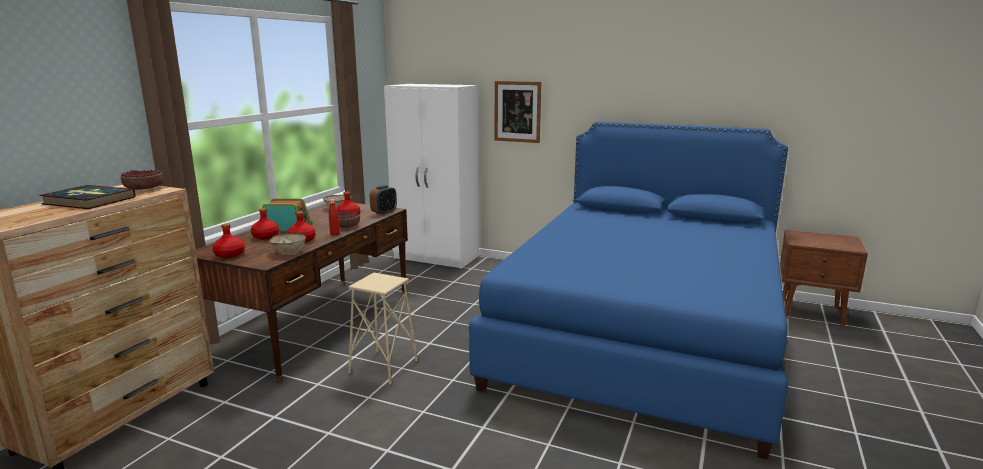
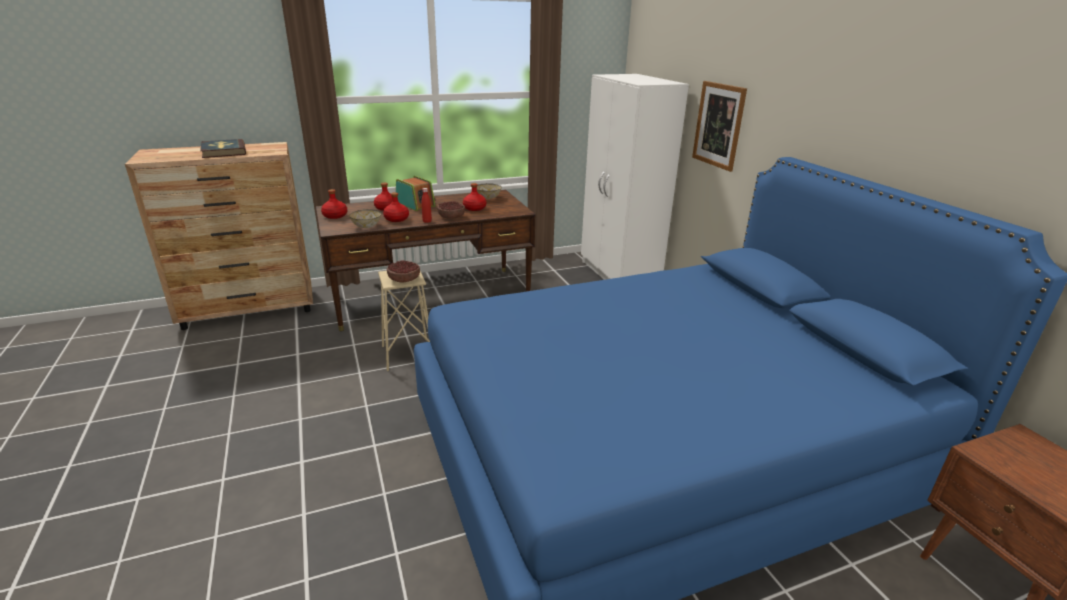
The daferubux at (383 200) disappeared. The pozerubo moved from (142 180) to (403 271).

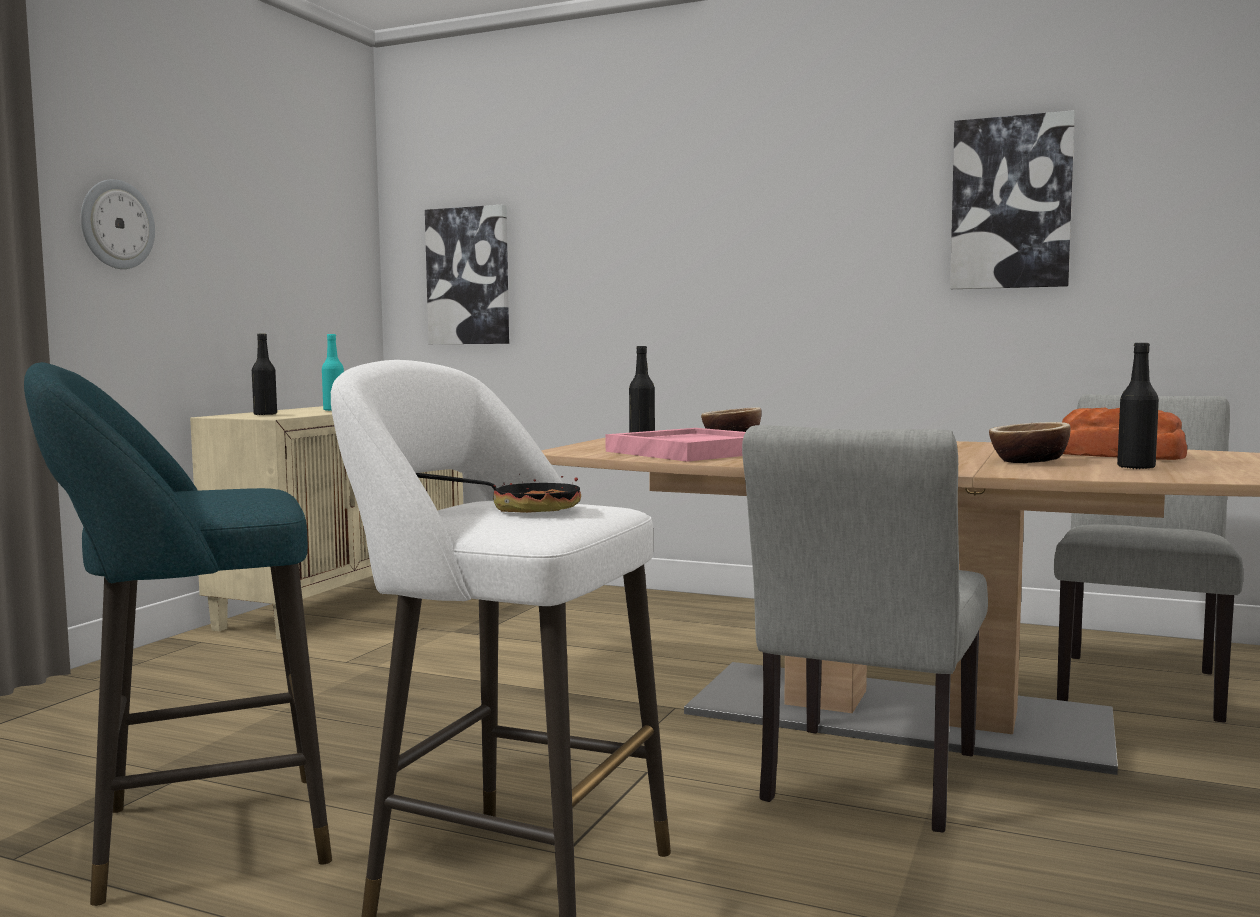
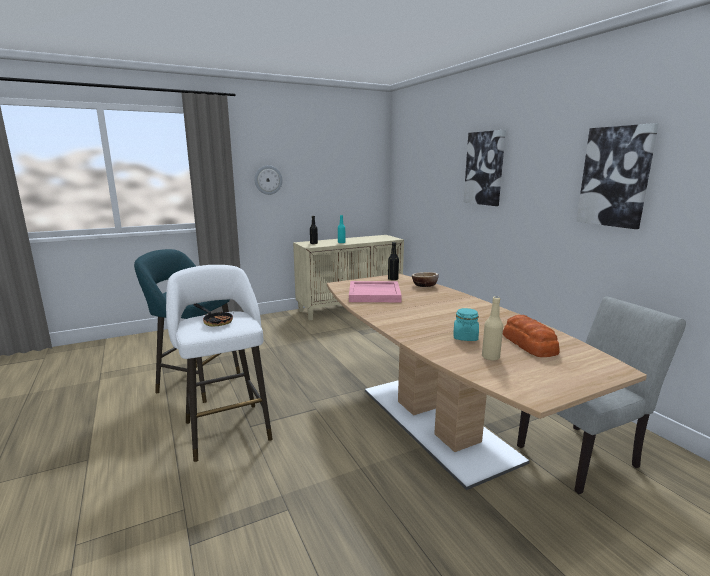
The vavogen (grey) at (865 628) disappeared. The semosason moved from (467 274) to (485 168). The pozerubo at (1030 442) was replaced by the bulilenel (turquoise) at (466 324). The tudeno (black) at (1138 406) became the tudeno (beige) at (492 328).

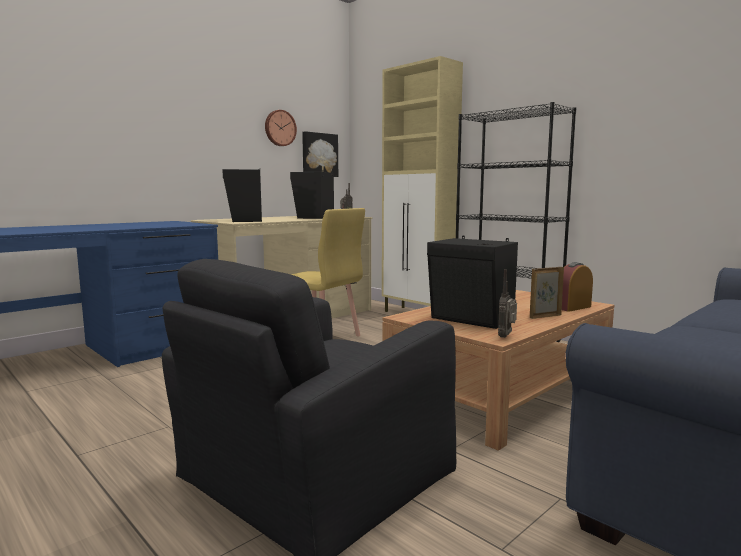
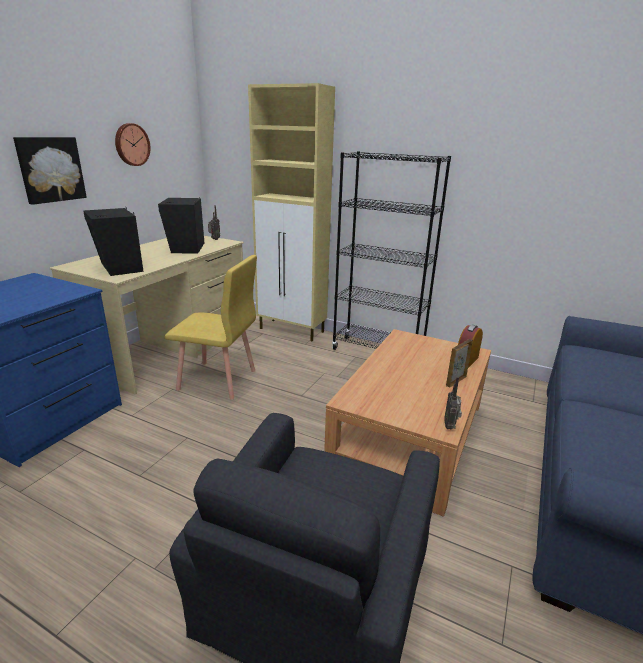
The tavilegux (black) at (472 282) disappeared. The semosason moved from (320 154) to (50 171).

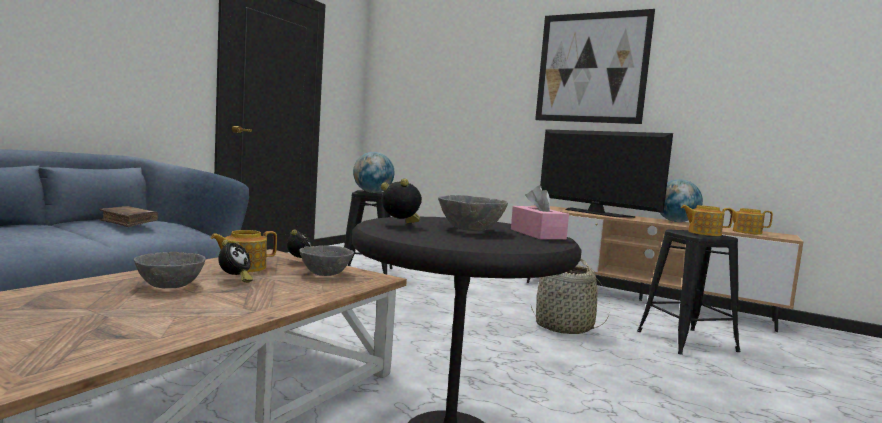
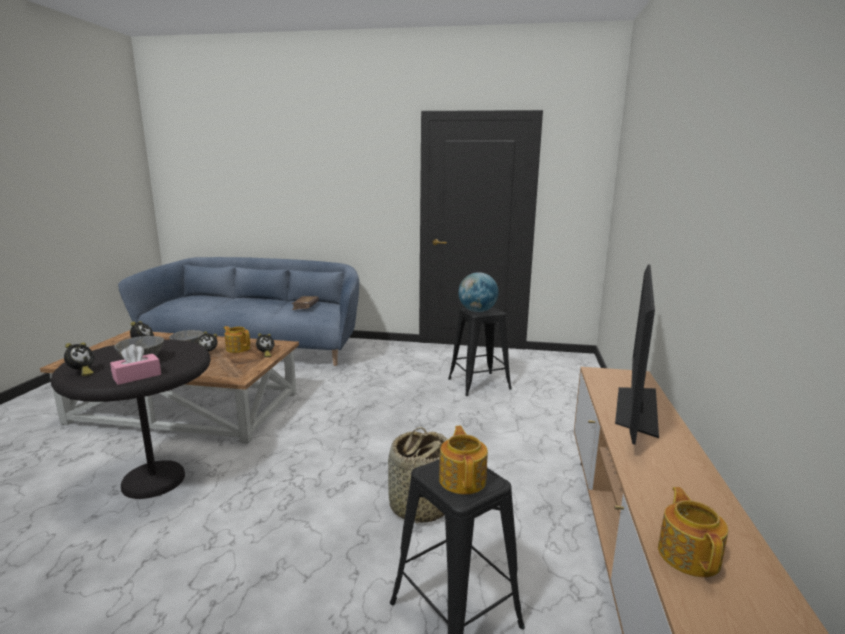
The pozerubo (grey) at (326 260) disappeared. The semosason at (595 66) disappeared. The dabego at (681 200) disappeared. The daferubux at (79 359) appeared.

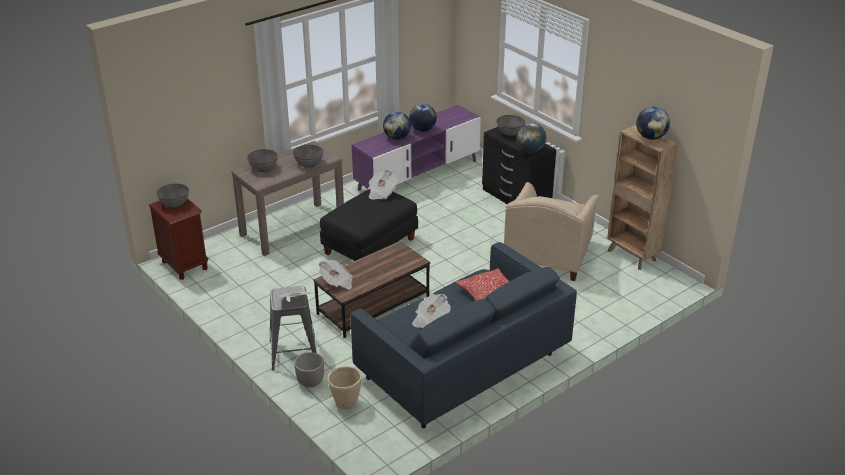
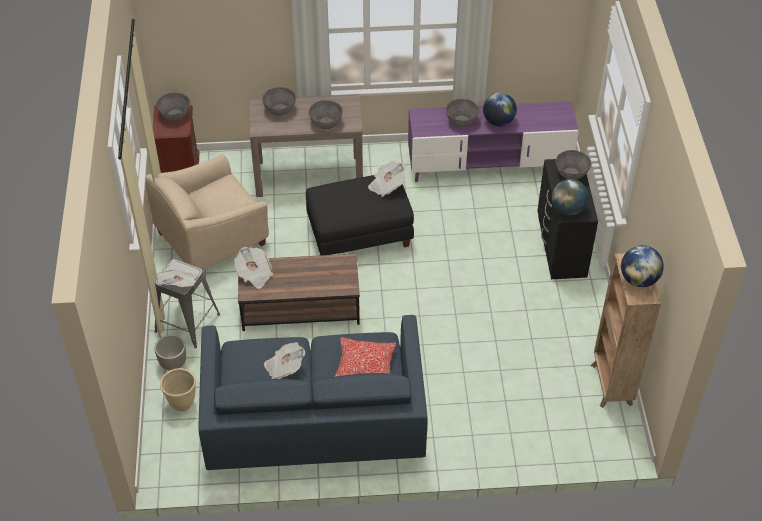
The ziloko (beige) moved from (551 231) to (207 212). The dabego at (397 126) was replaced by the pozerubo (grey) at (462 113).

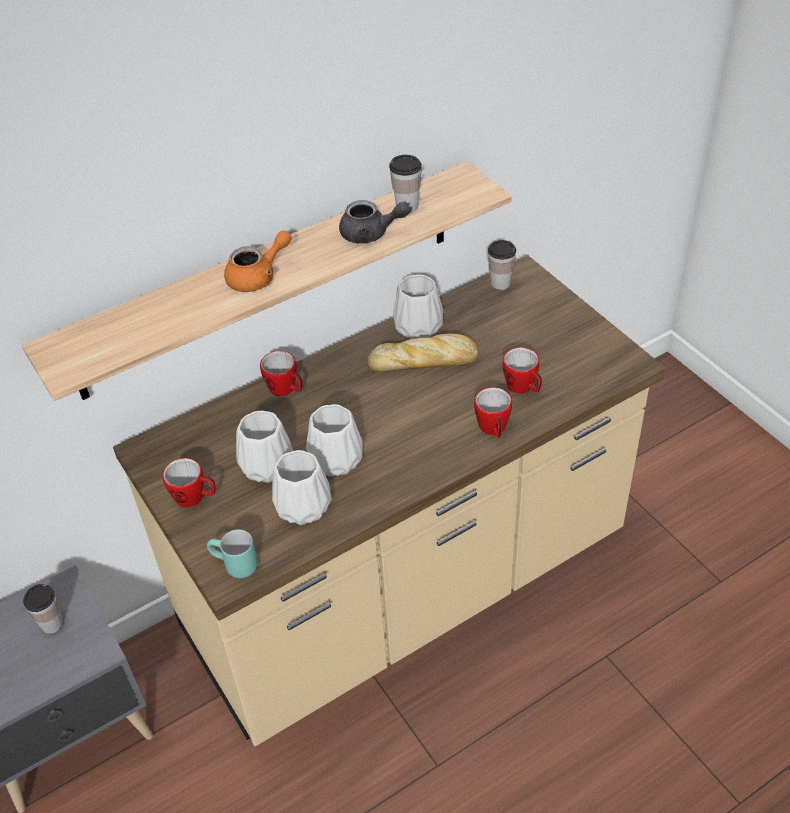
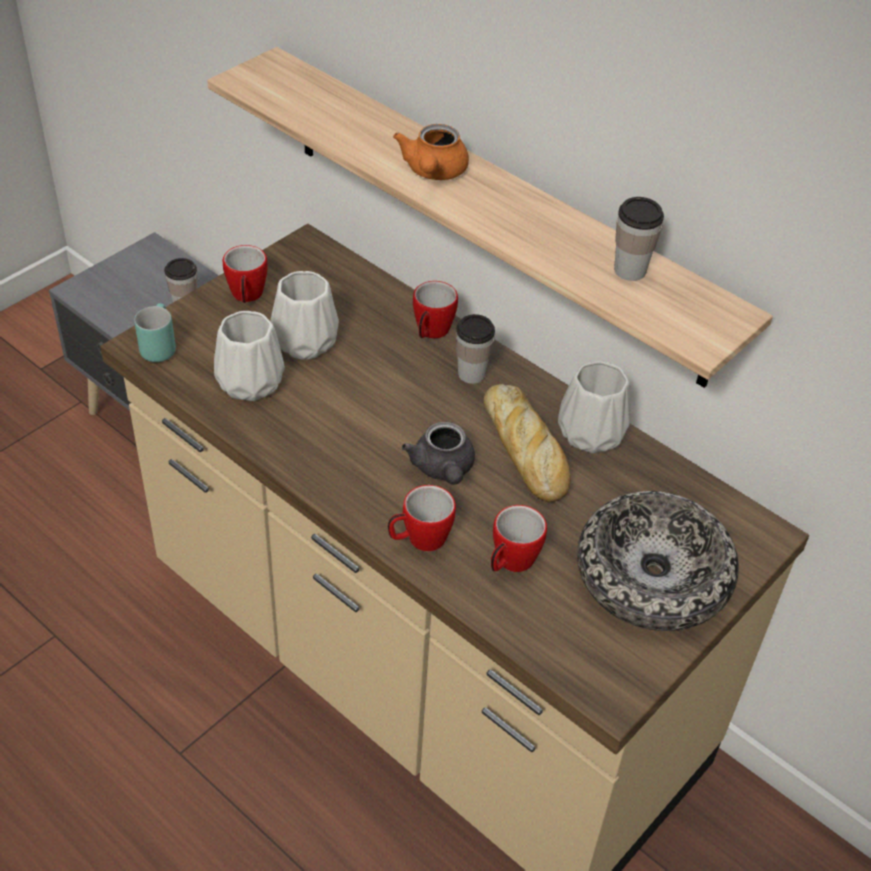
The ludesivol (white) at (334 440) disappeared. The pozerubo at (658 561) appeared. The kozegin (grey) moved from (375 221) to (438 453). The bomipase moved from (502 265) to (475 349). The kozegin (orange) at (258 261) turned 60 degrees clockwise.

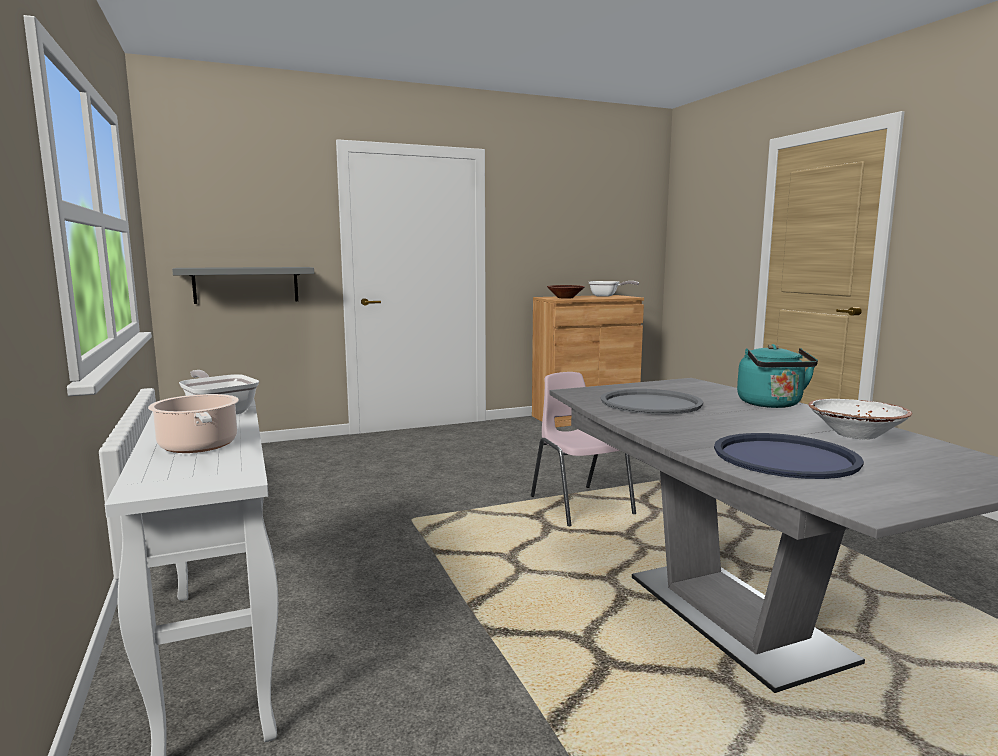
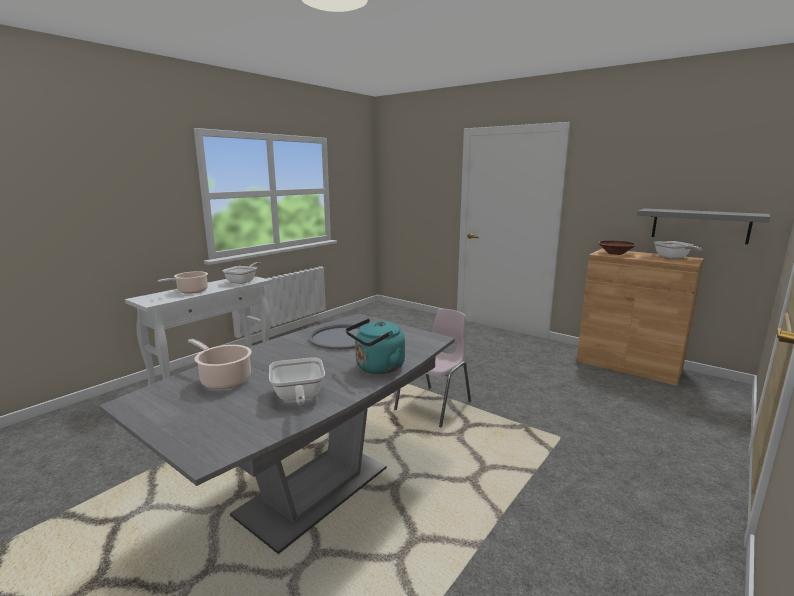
The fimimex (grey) moved from (243 285) to (703 226). The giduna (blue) at (789 456) was replaced by the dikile at (220 364). The pozerubo (white) at (860 419) was replaced by the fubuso at (297 381).

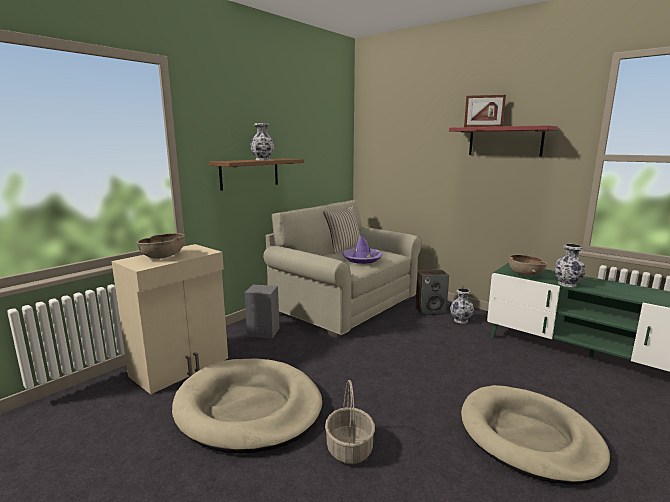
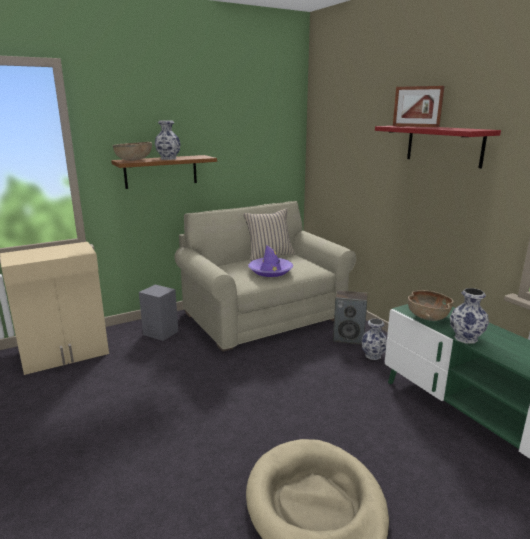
The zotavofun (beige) at (247 406) disappeared. The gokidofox at (350 422) disappeared. The pozerubo (brown) moved from (161 246) to (132 151).

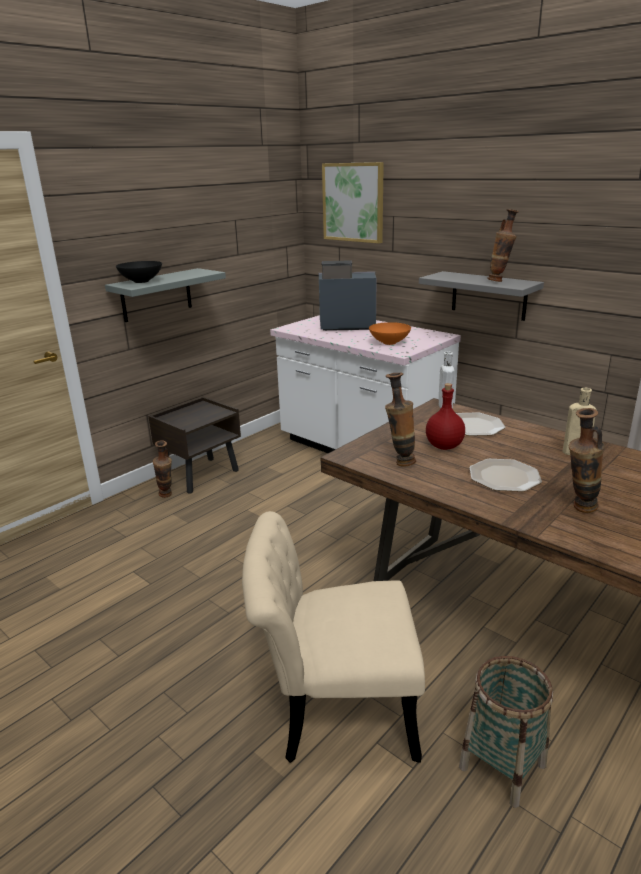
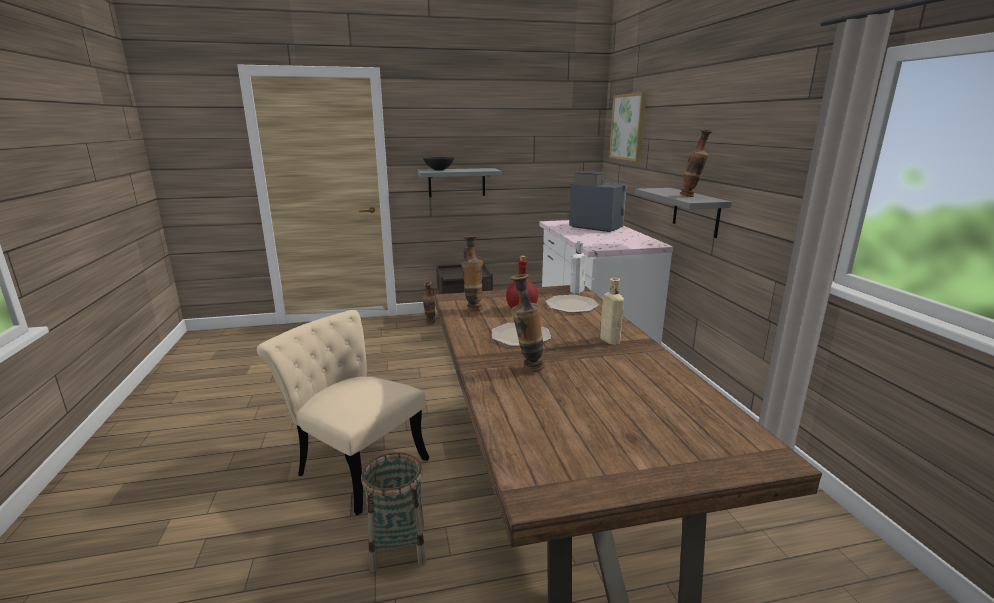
The pozerubo (orange) at (390 333) disappeared.

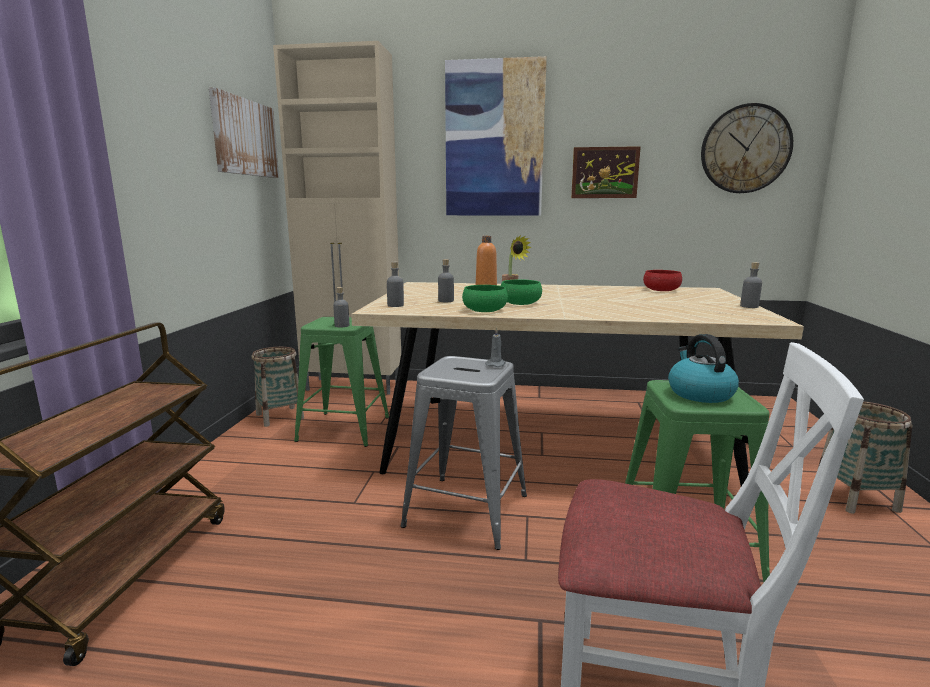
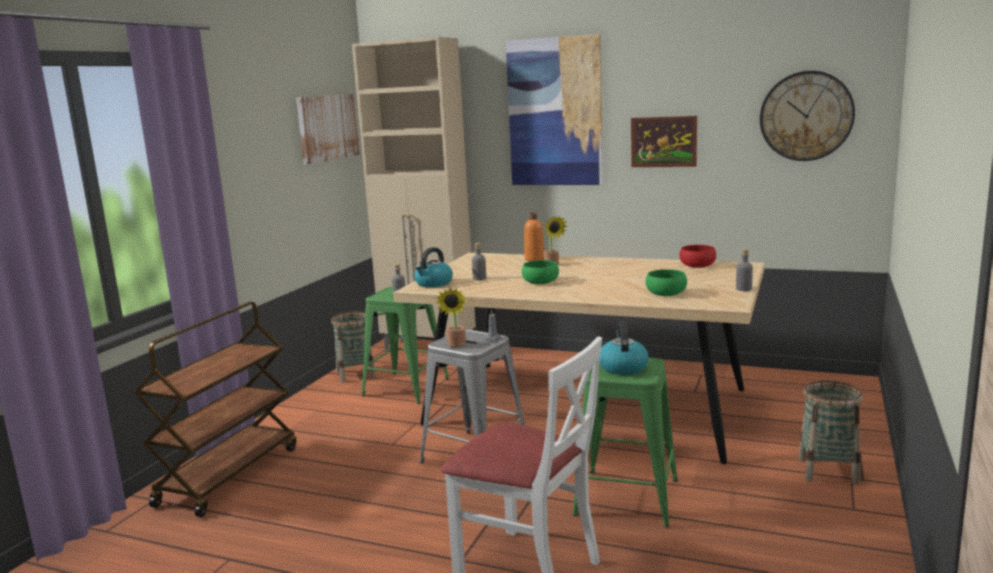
The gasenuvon at (450 317) appeared. The pozerubo (green) moved from (485 298) to (666 282). The tudeno (grey) at (395 284) was replaced by the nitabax at (433 267).

